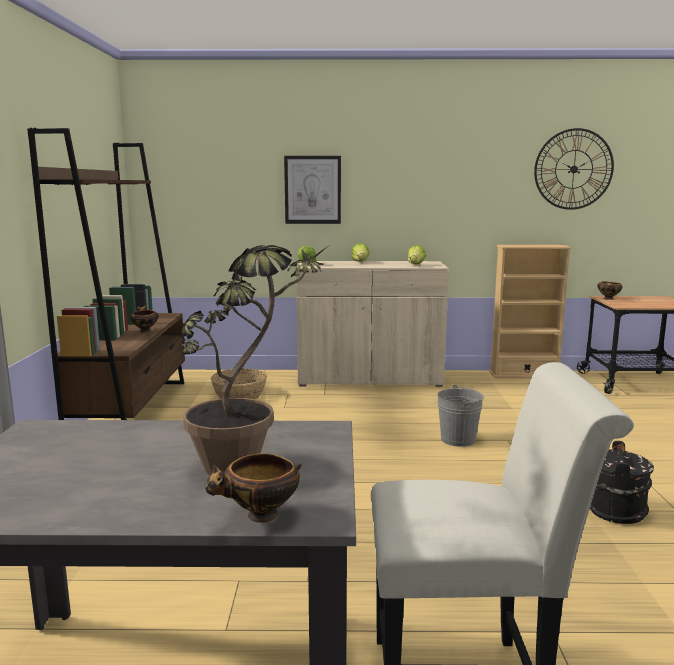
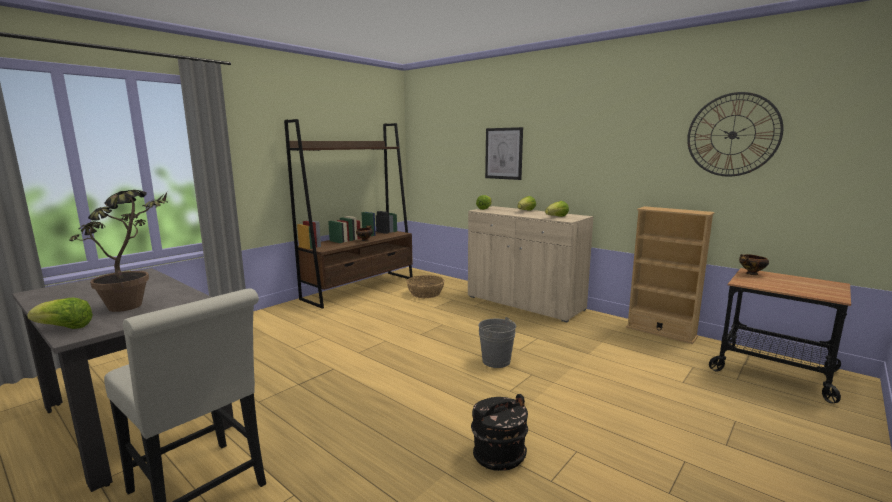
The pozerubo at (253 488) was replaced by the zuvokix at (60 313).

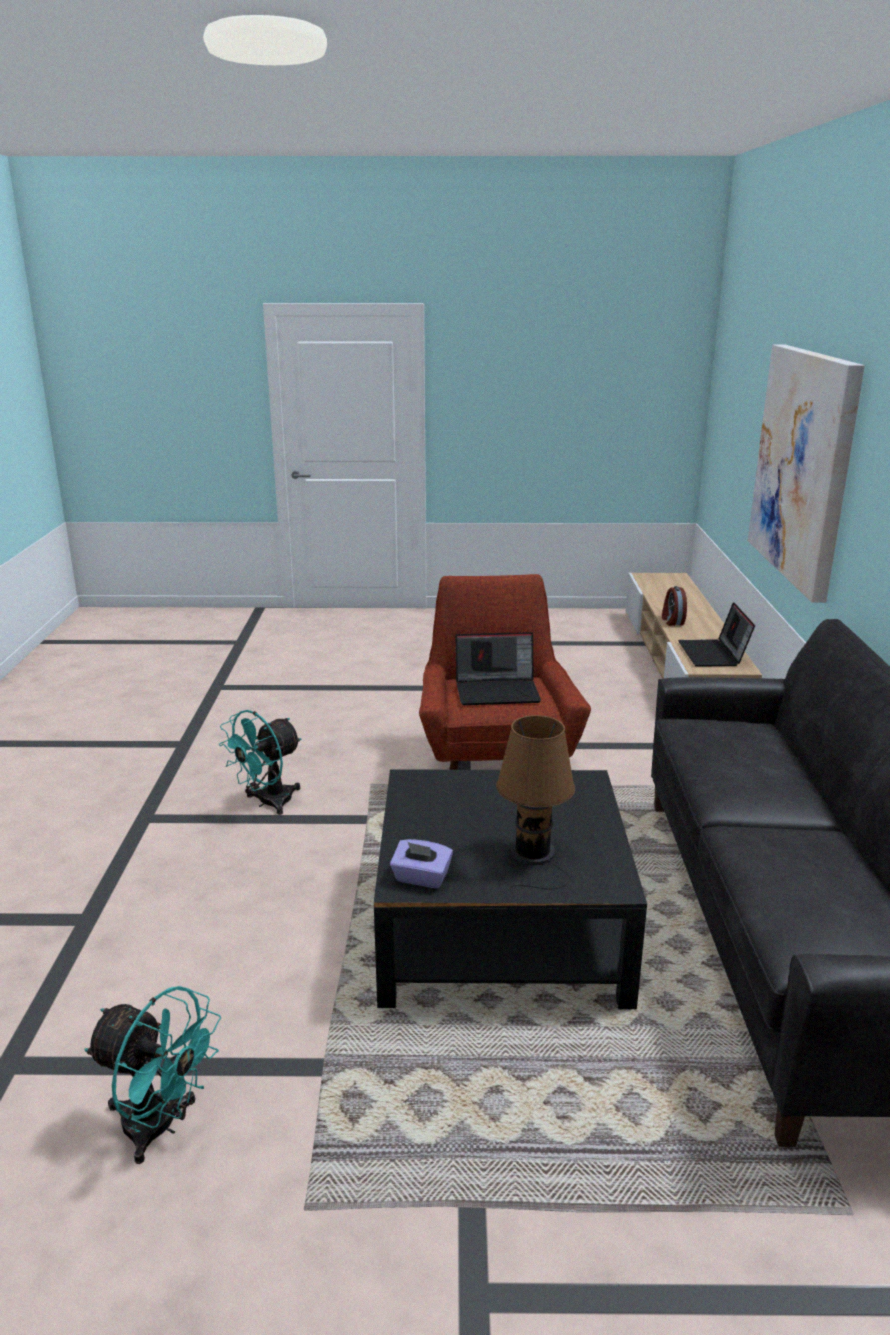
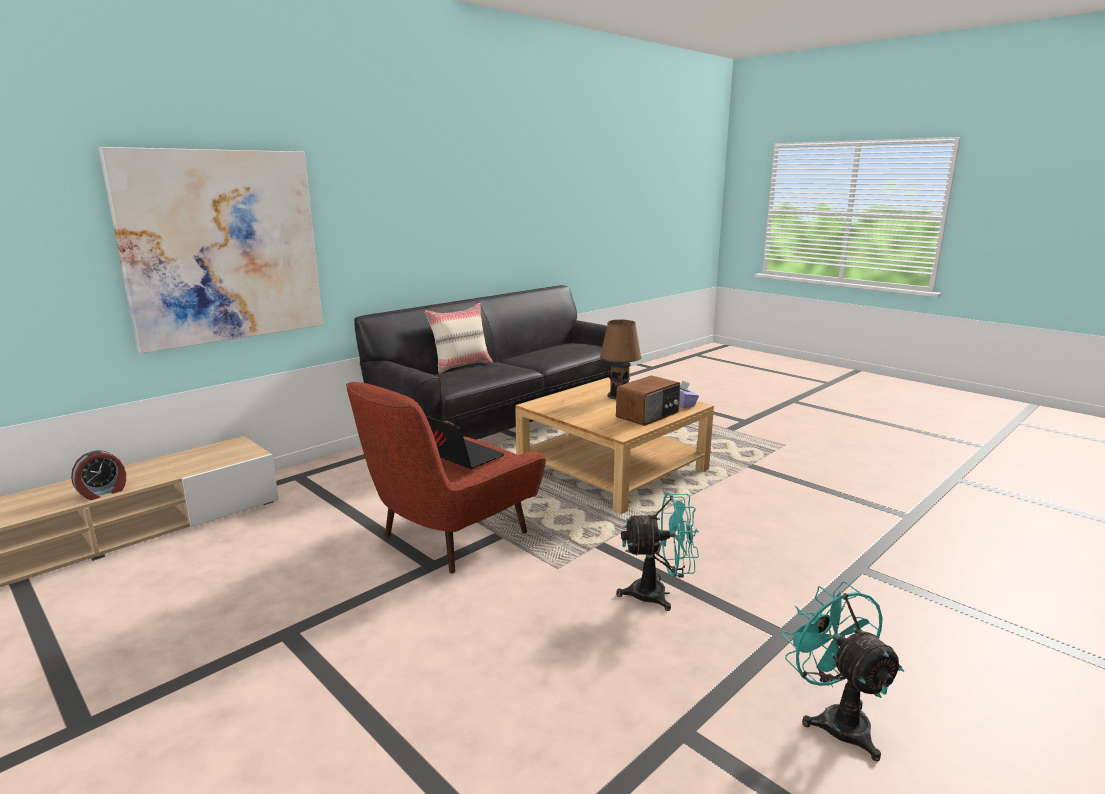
The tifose at (716 634) disappeared. The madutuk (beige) at (459 338) appeared. The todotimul at (648 400) appeared. The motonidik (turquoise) moved from (152 1075) to (843 671). The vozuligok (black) at (510 889) became the vozuligok (beige) at (614 446).

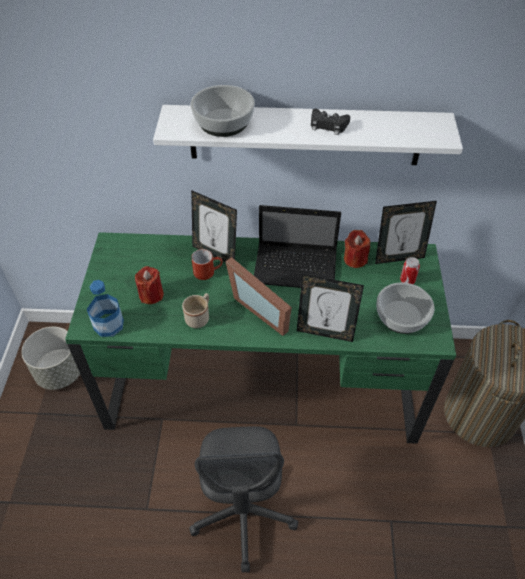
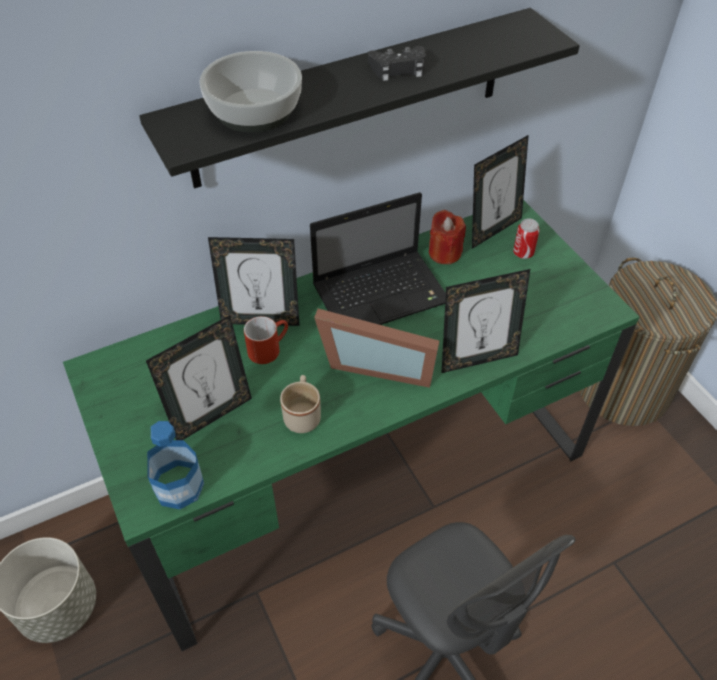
The pozerubo at (405 308) disappeared. The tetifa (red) at (149 285) was replaced by the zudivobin at (199 377). The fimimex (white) at (308 135) became the fimimex (black) at (359 98).

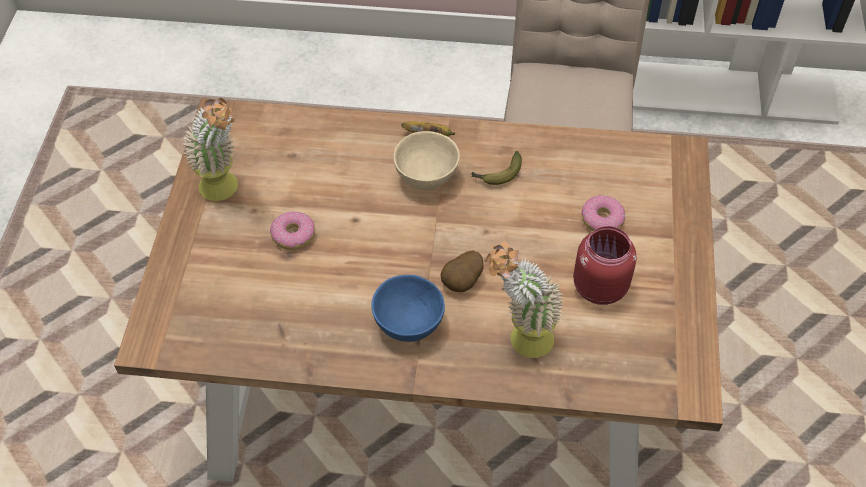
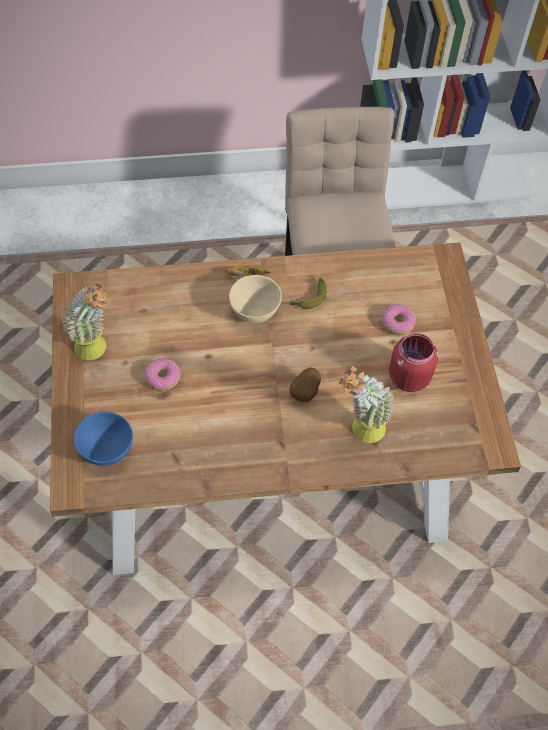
The pozerubo (blue) moved from (408 308) to (103 438).

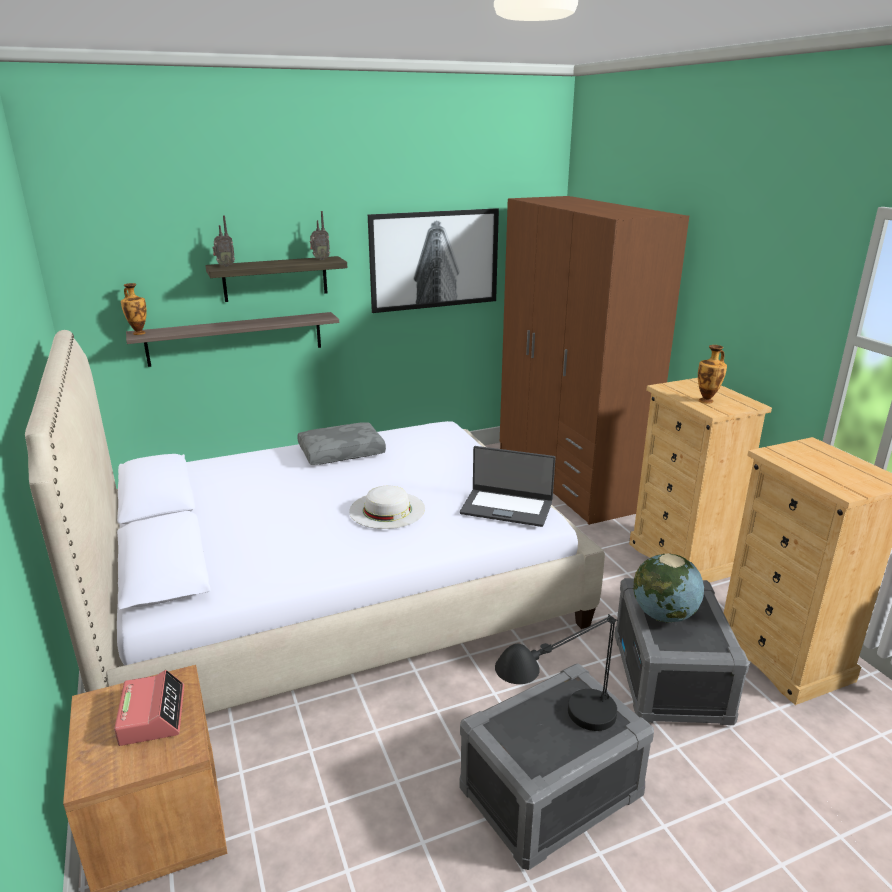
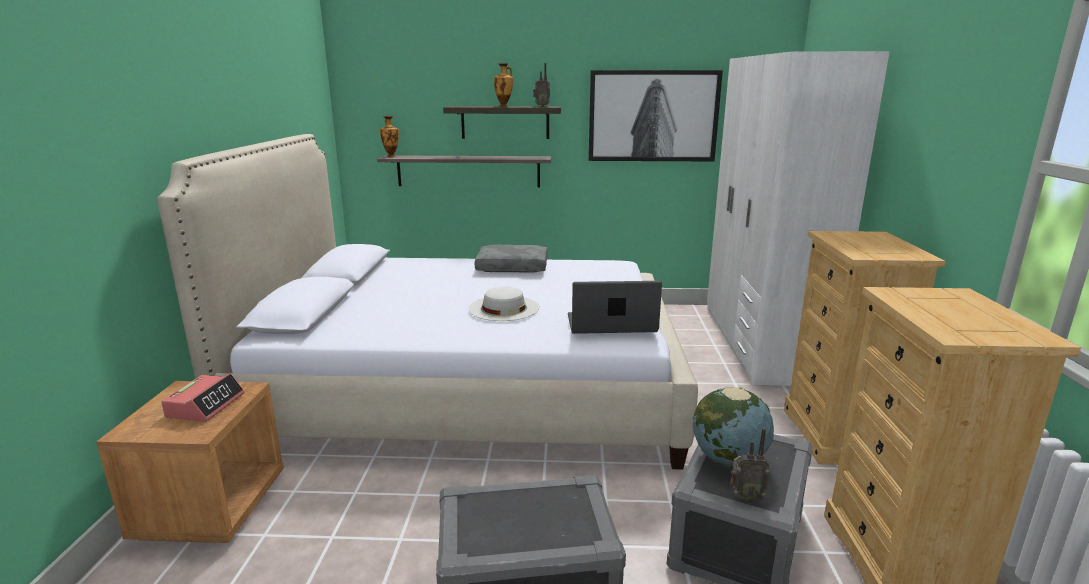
The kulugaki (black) at (556 672) disappeared. The todotimul moved from (223 241) to (750 465). The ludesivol moved from (712 374) to (503 85). The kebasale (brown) at (594 360) became the kebasale (white) at (798 218). The tifose at (508 486) turned 135 degrees clockwise.

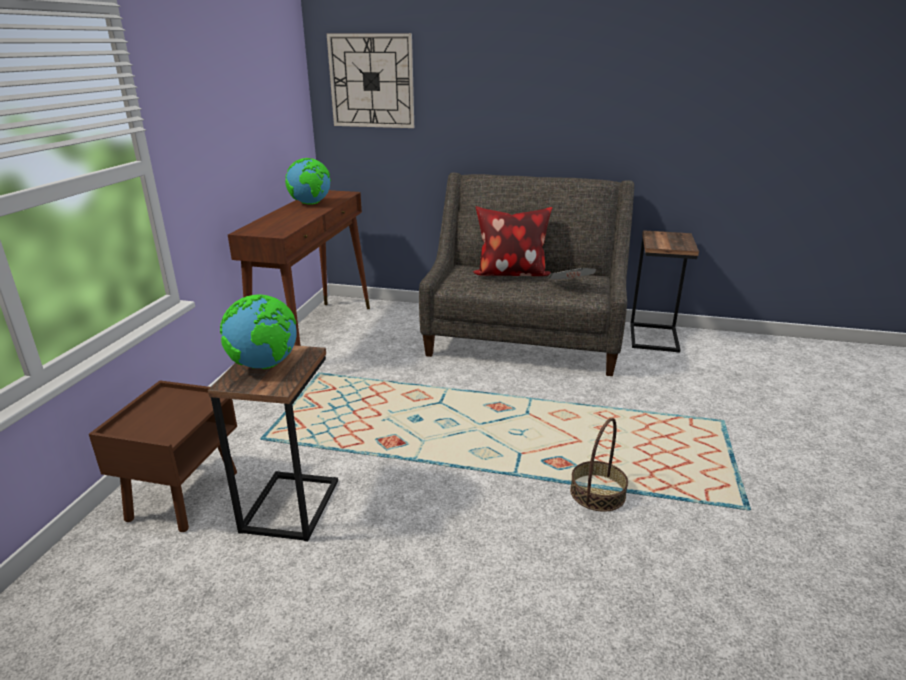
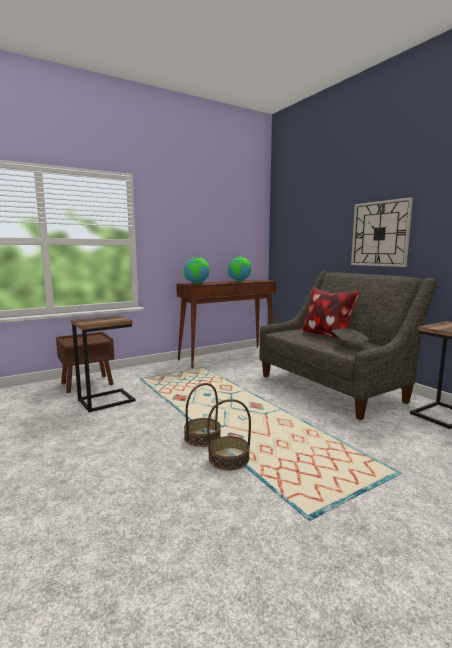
The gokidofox at (202 415) appeared. The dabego moved from (258 332) to (196 270). The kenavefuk moved from (370 80) to (382 232).

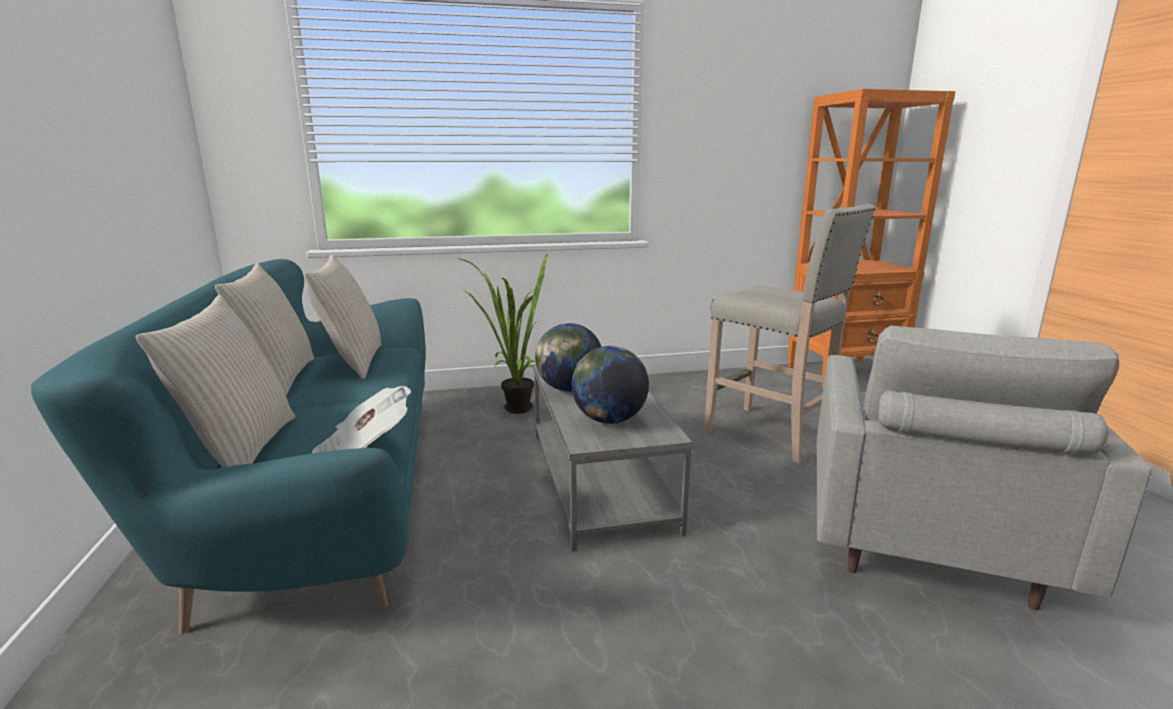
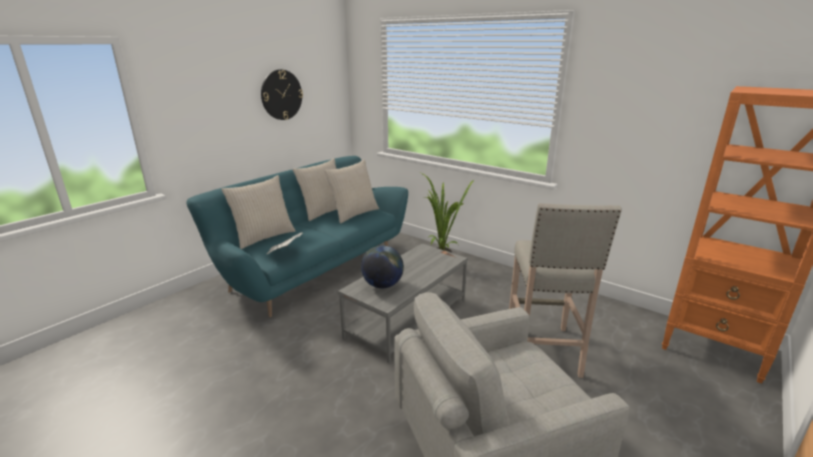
The dabego at (568 357) disappeared. The kenavefuk at (282 94) appeared.

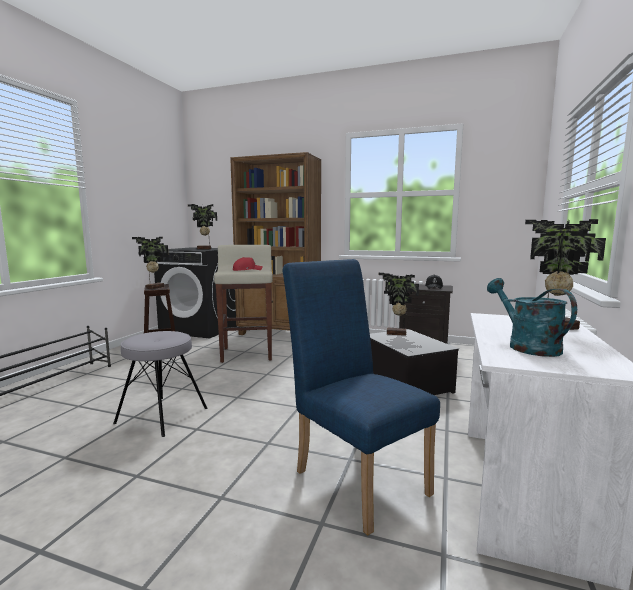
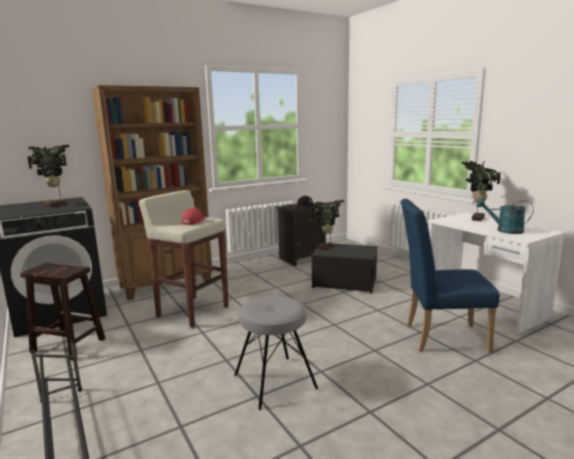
The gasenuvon at (150 263) disappeared.

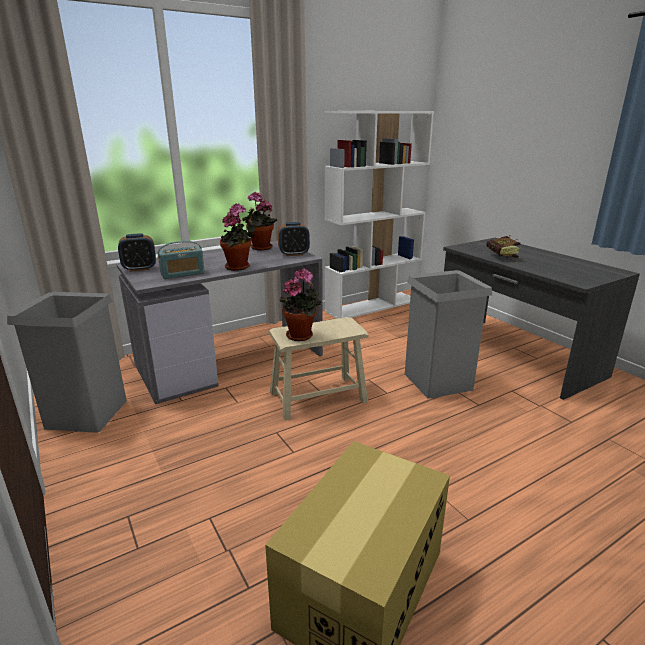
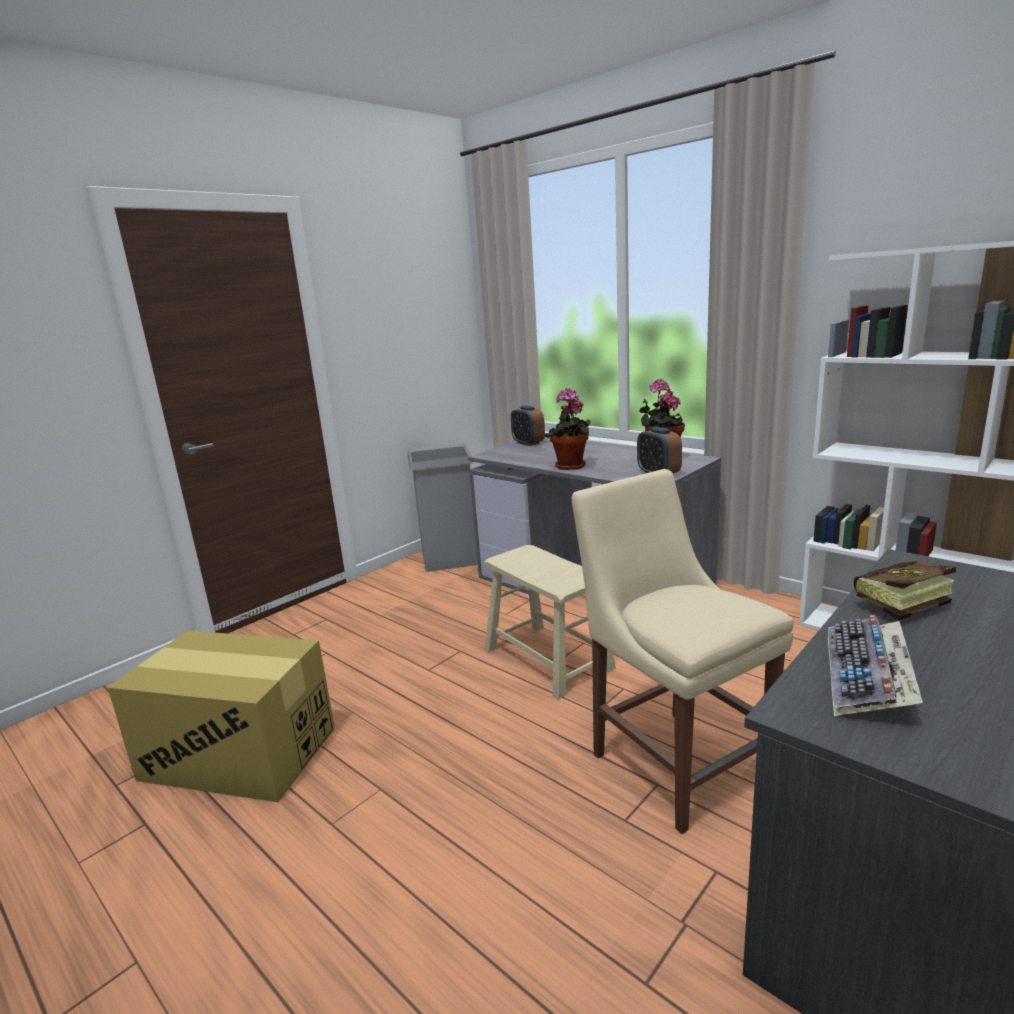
The todotimul at (181 260) disappeared. The gasenuvon at (300 304) disappeared. The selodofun at (875 665) appeared. The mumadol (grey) at (448 334) was replaced by the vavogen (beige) at (682 651).

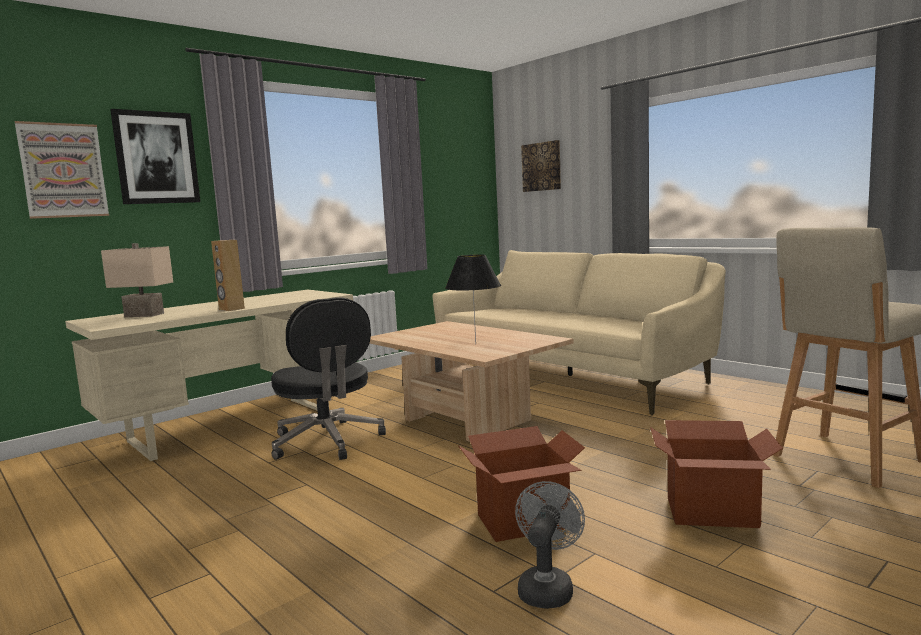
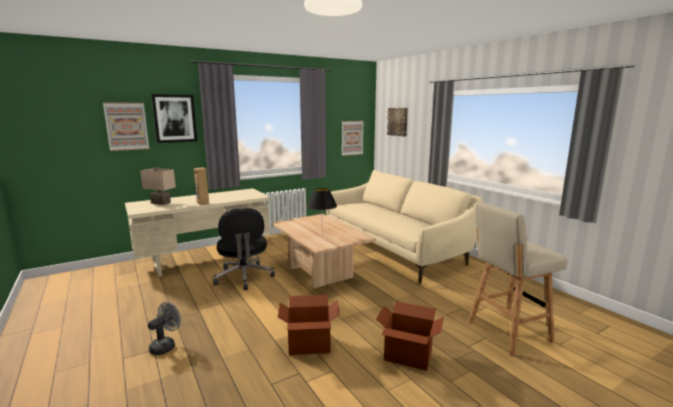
The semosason at (352 138) appeared. The motonidik (grey) moved from (550 545) to (164 328).

